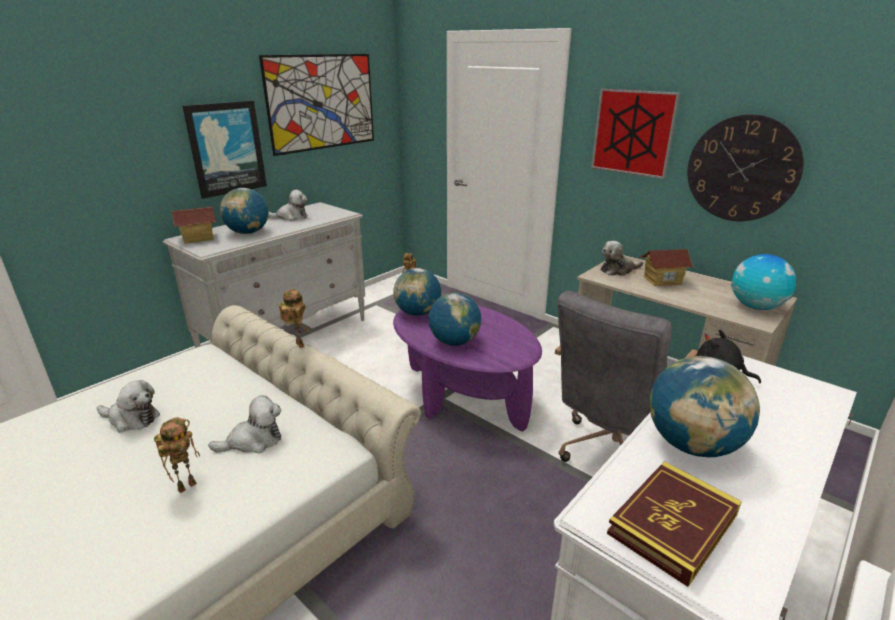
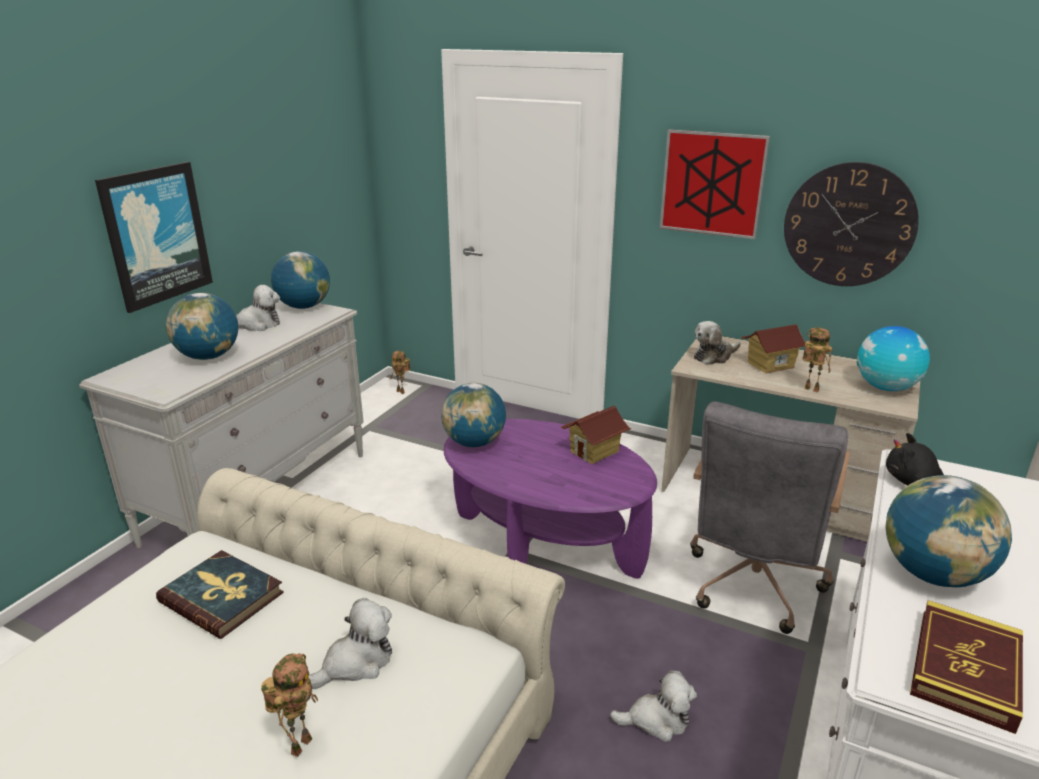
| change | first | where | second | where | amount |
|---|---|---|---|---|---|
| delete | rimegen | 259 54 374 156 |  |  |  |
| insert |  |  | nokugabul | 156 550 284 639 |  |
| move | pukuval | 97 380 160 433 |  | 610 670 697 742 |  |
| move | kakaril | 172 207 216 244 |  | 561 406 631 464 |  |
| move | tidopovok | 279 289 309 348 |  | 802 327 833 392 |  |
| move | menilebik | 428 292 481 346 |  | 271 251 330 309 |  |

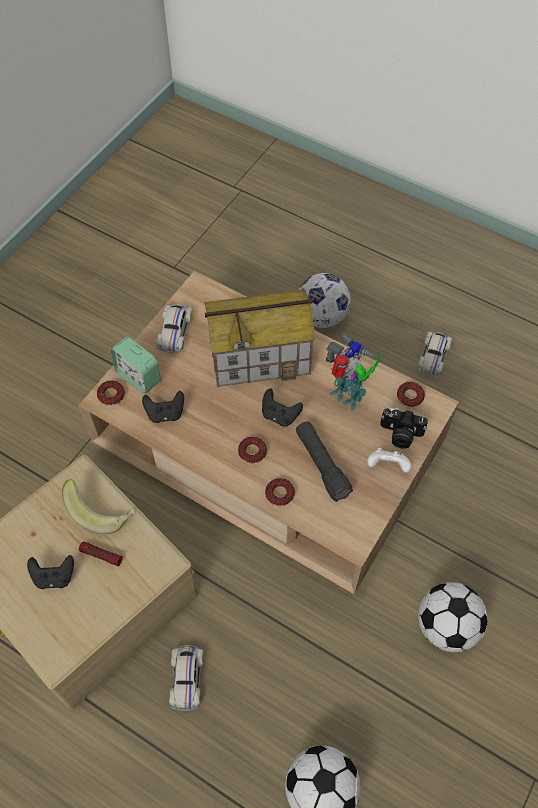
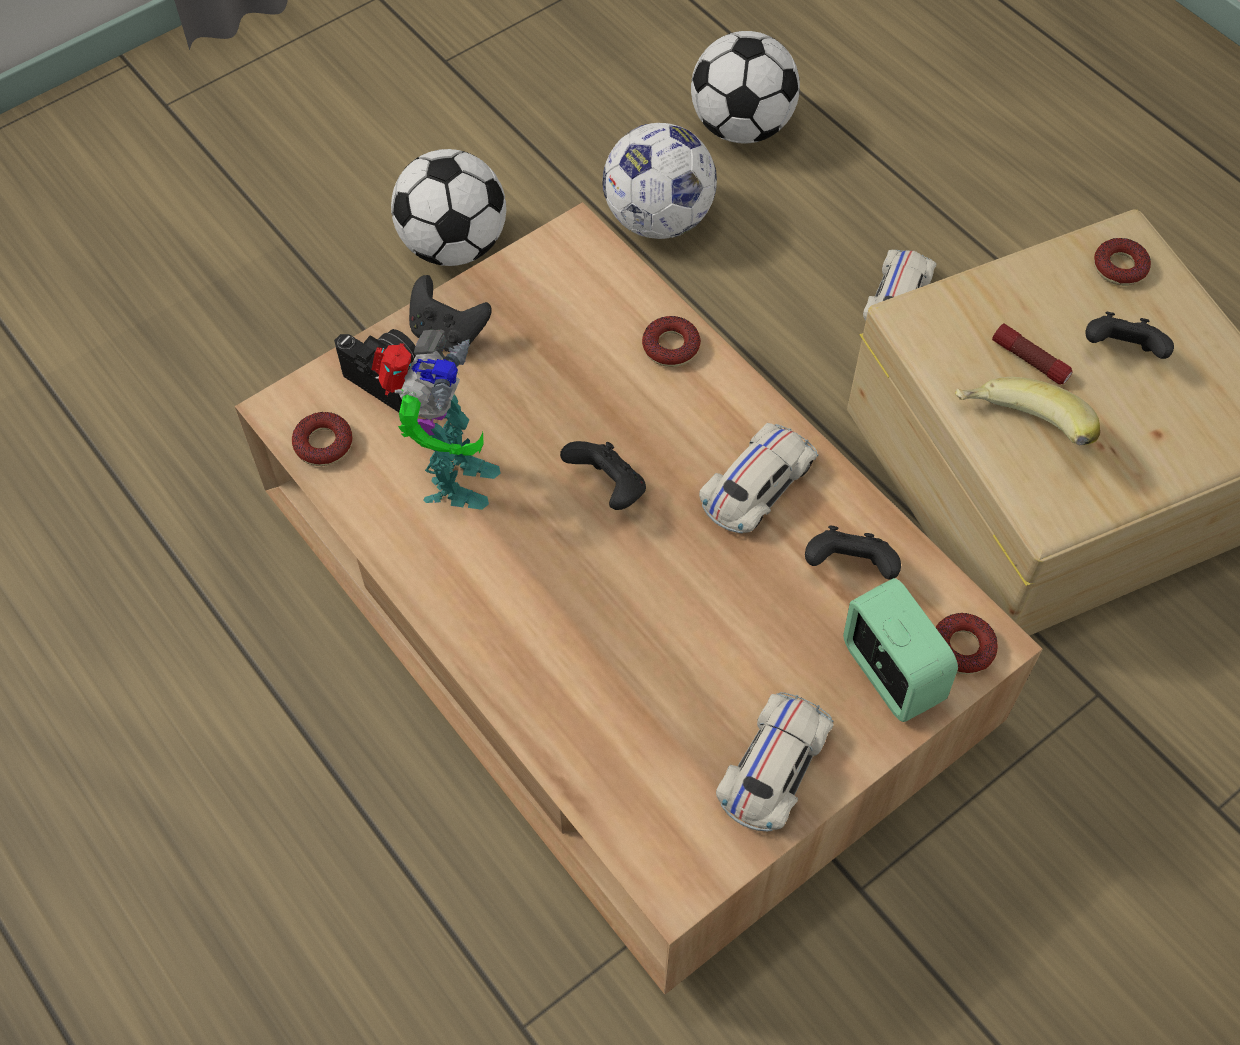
| change | first | where | second | where | amount |
|---|---|---|---|---|---|
| delete | kakaril | 204 290 316 387 |  |  |  |
| delete | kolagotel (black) | 296 422 353 502 |  |  |  |
| move | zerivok | 238 437 267 463 |  | 1094 238 1151 286 |  |
| move | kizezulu | 298 273 351 328 |  | 602 123 717 239 |  |
| move | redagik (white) | 418 331 453 376 |  | 699 423 818 533 |  |
| recolor | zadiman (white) | 367 448 411 473 | zadiman (black) | 409 275 492 352 |  |
| rotate | tidopovok | 326 334 380 411 |  | 371 329 501 510 | 135 degrees counterclockwise |

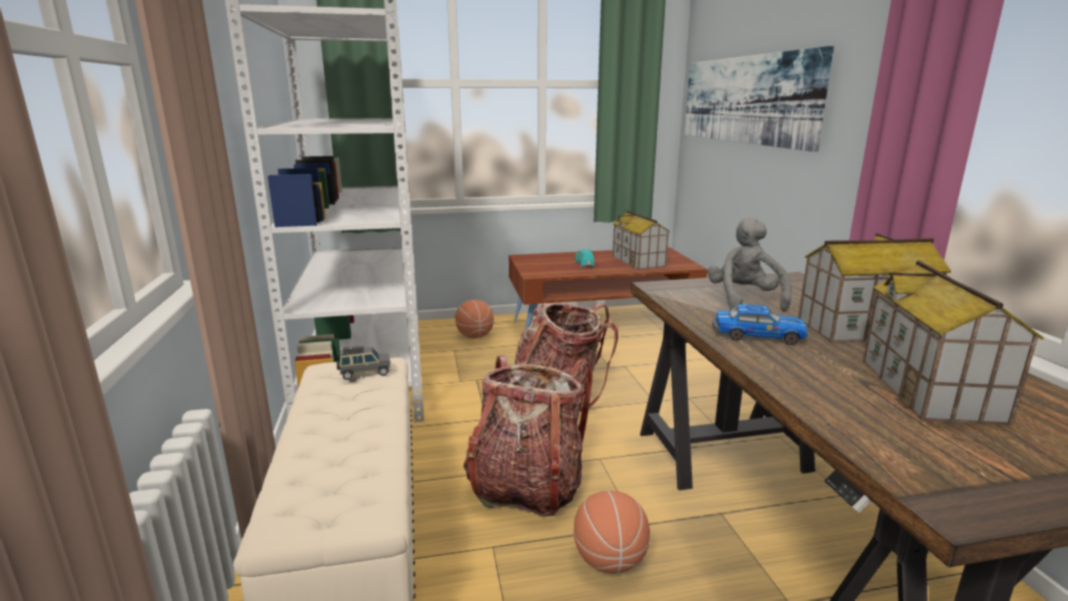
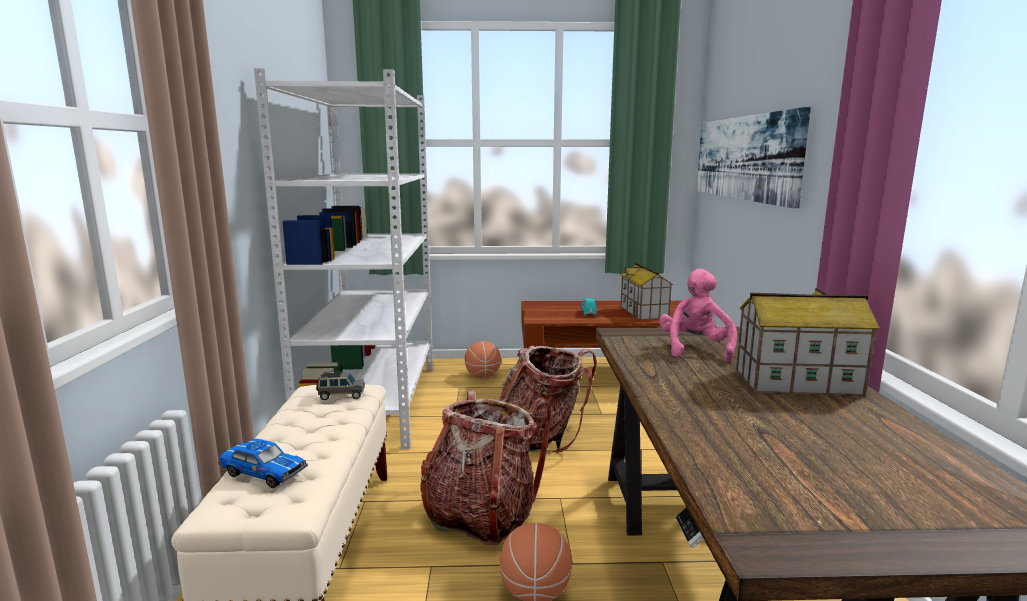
| change | first | where | second | where | amount |
|---|---|---|---|---|---|
| delete | kakaril | 863 260 1044 425 |  |  |  |
| move | redagik | 712 304 809 345 |  | 218 439 308 488 |  |
| recolor | pukuval (grey) | 707 217 791 312 | pukuval (pink) | 659 269 737 362 |  |

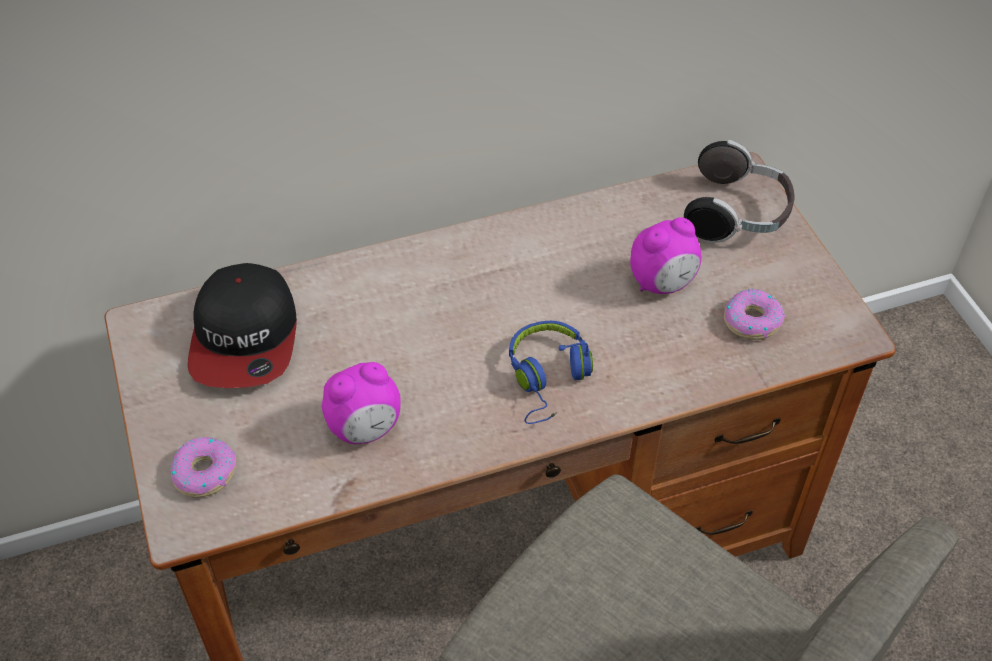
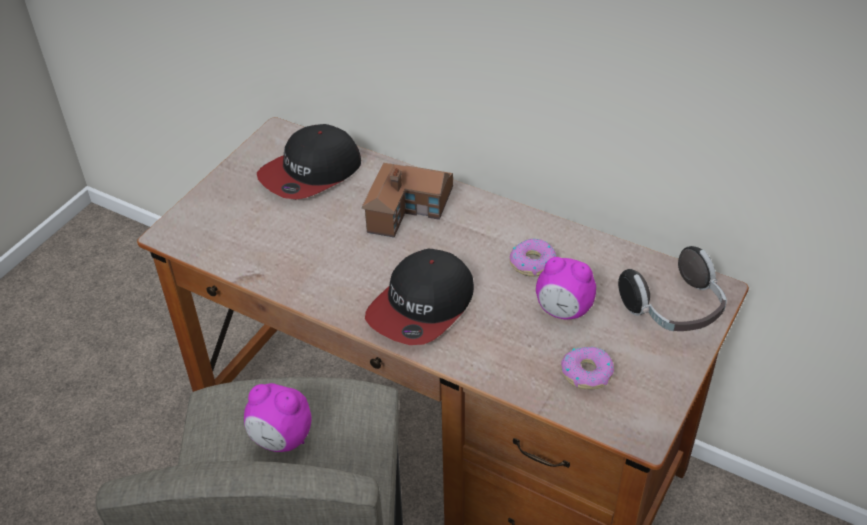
| change | first | where | second | where | amount |
|---|---|---|---|---|---|
| insert |  |  | kakaril | 362 163 453 237 |  |
| move | zerivok | 170 437 236 497 |  | 509 238 556 277 |  |
| move | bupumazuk | 322 362 401 444 |  | 244 383 312 452 |  |
| replace | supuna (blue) | 509 321 593 424 | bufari | 365 249 474 345 |  |

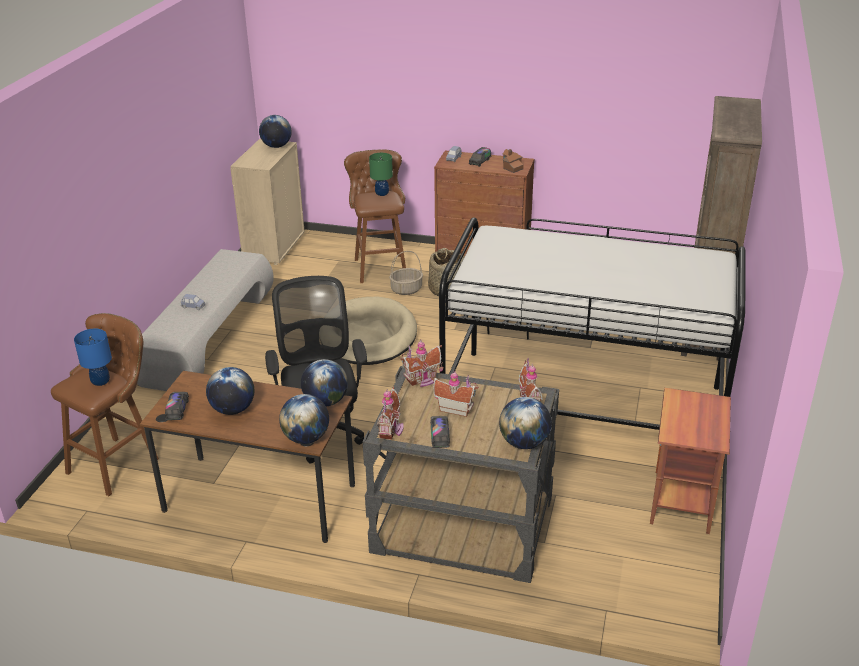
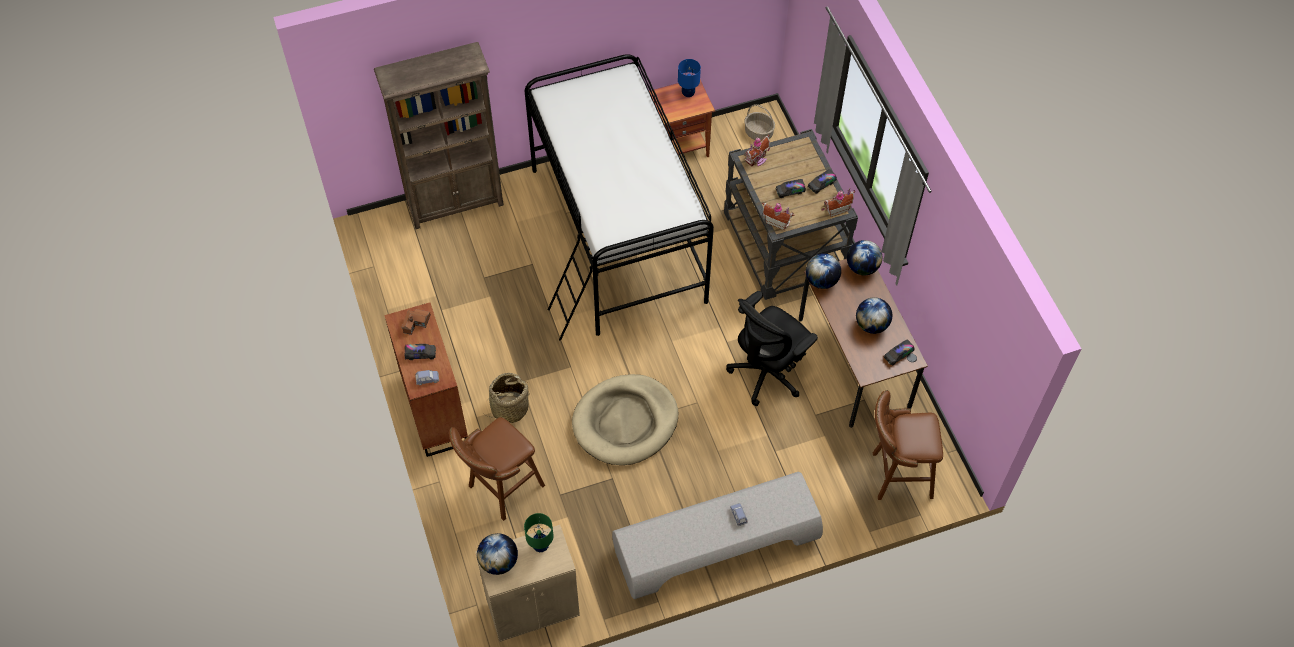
| change | first | where | second | where | amount |
|---|---|---|---|---|---|
| delete | menilebik | 499 397 552 449 |  |  |  |
| move | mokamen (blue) | 74 329 112 386 |  | 678 59 701 97 |  |
| move | mokamen (green) | 369 153 393 196 |  | 524 513 553 552 |  |
| move | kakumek | 389 251 423 295 |  | 744 104 775 140 |  |
| replace | kakaril | 431 370 478 417 | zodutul | 776 179 806 198 |  |

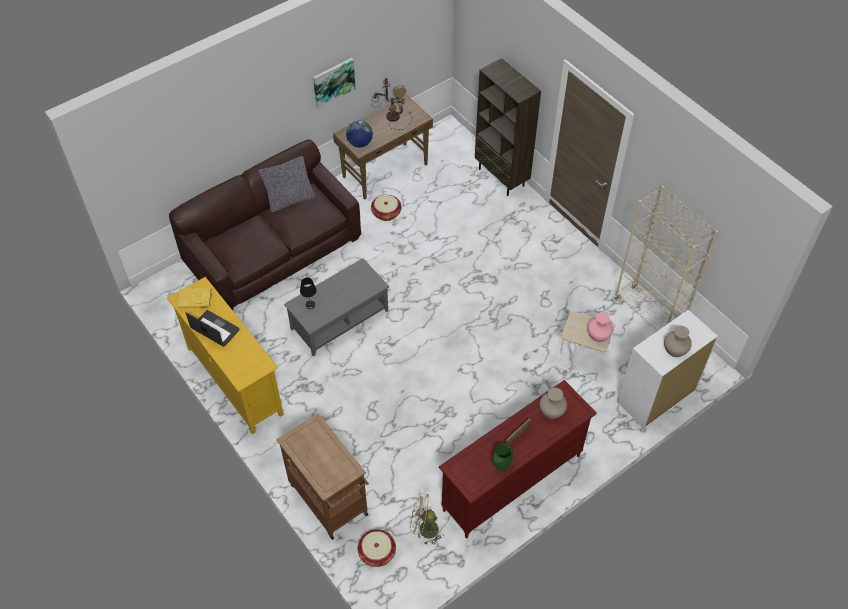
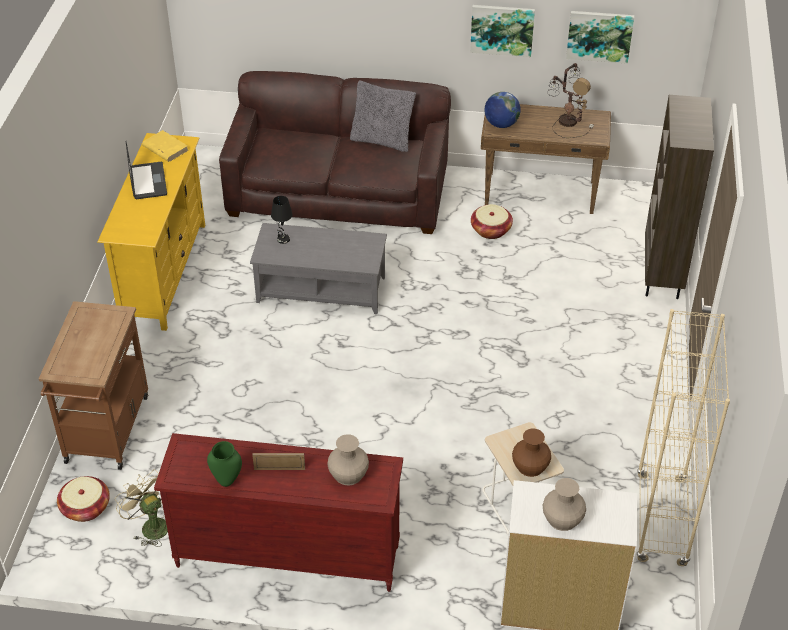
| change | first | where | second | where | amount |
|---|---|---|---|---|---|
| insert |  |  | rimegen | 566 11 634 64 |  |
| recolor | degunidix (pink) | 587 312 613 342 | degunidix (brown) | 512 429 551 477 |  |

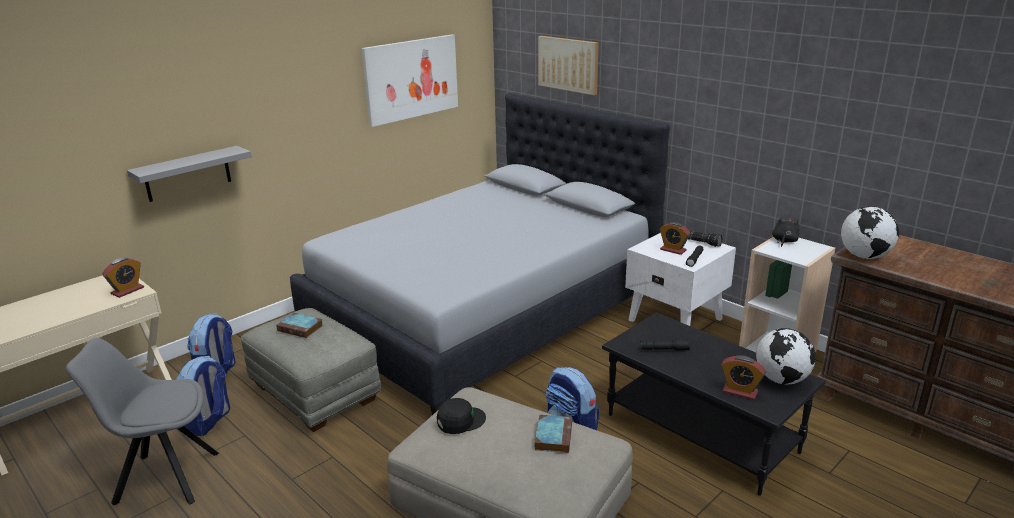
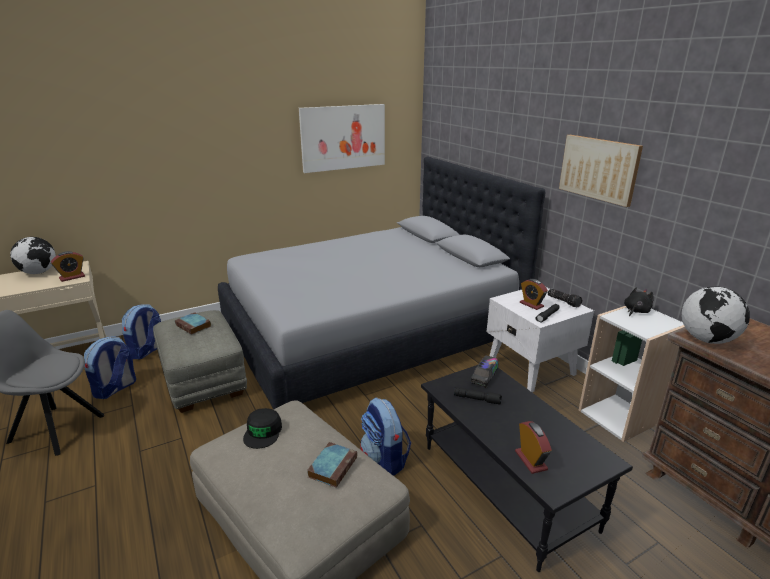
| change | first | where | second | where | amount |
|---|---|---|---|---|---|
| delete | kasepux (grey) | 127 146 252 202 |  |  |  |
| insert |  |  | zodutul | 470 355 498 388 |  |
| move | rimegen | 538 36 599 95 |  | 559 135 643 207 |  |
| move | menilebik | 756 328 816 385 |  | 10 237 56 274 |  |
| rotate | bufari (black) | 437 398 486 434 |  | 243 408 282 449 | 105 degrees clockwise |
| rotate | bupumazuk | 721 355 766 400 |  | 515 421 552 474 | 150 degrees counterclockwise |

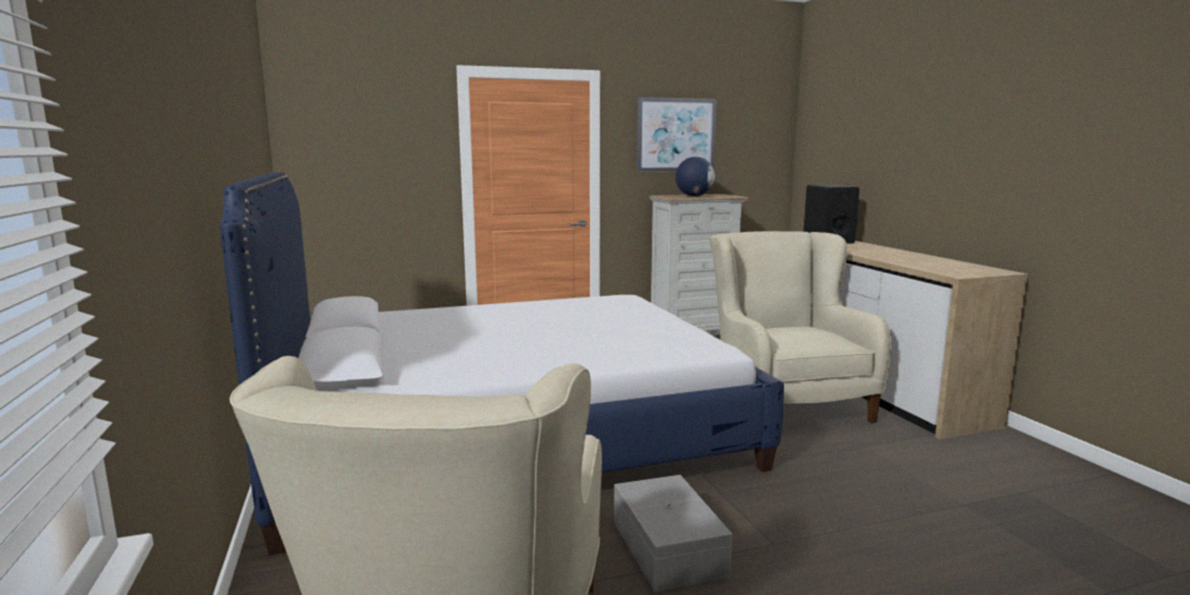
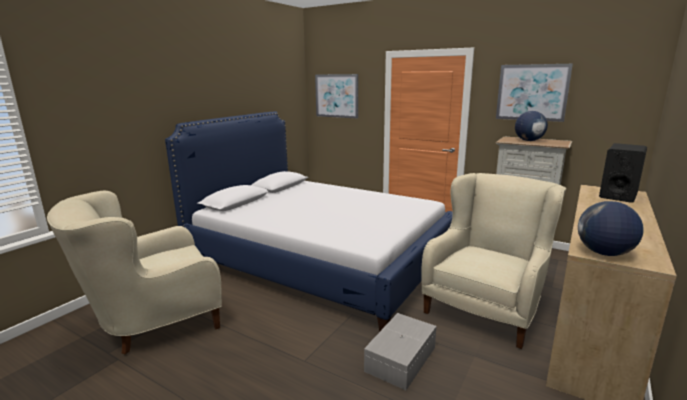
| change | first | where | second | where | amount |
|---|---|---|---|---|---|
| insert |  |  | rimegen | 315 74 358 118 |  |
| insert |  |  | menilebik | 578 201 644 256 |  |
| move | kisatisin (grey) | 614 475 732 592 |  | 364 313 436 390 |  |

